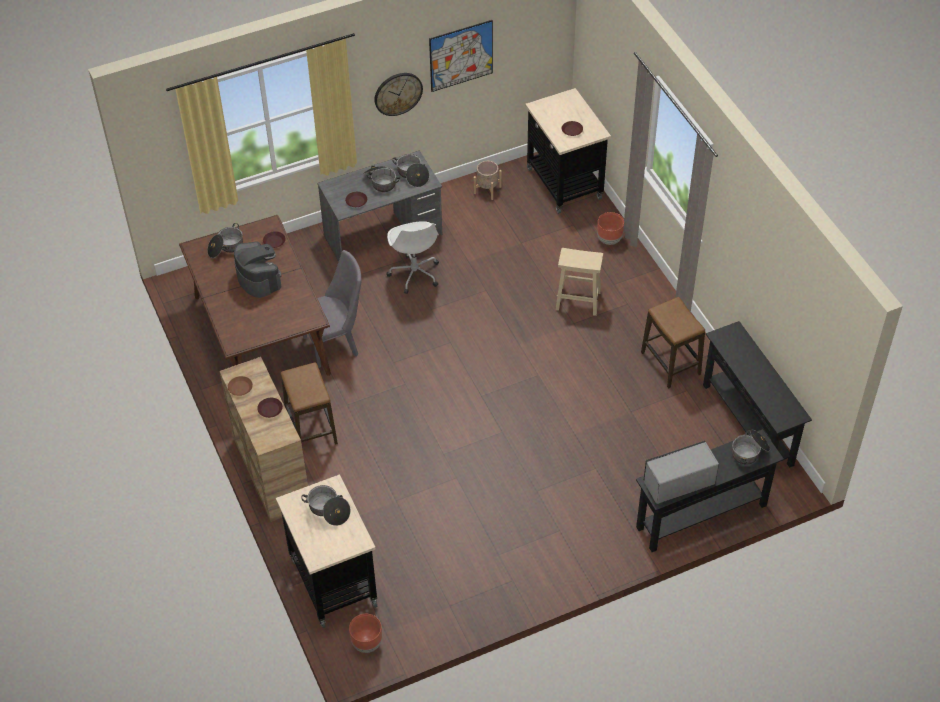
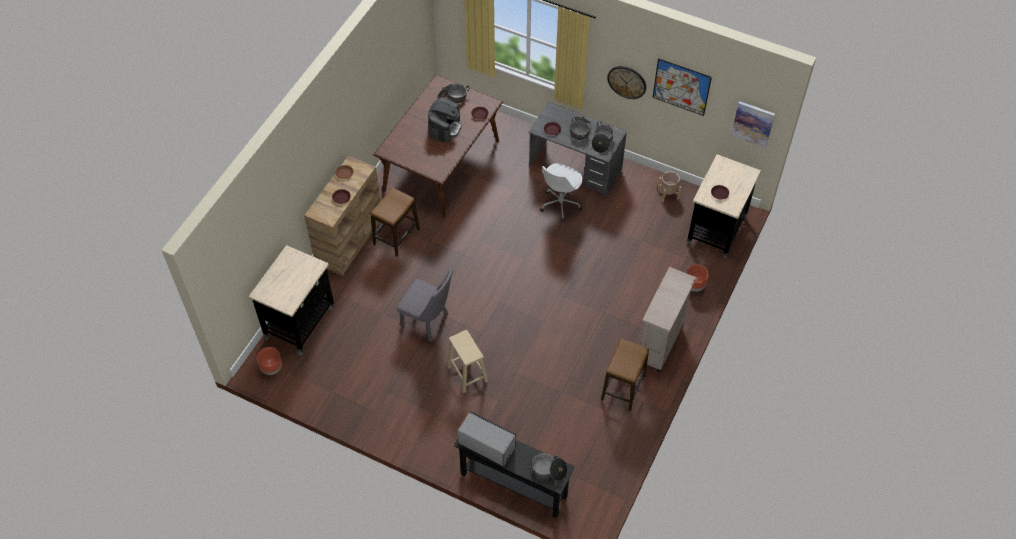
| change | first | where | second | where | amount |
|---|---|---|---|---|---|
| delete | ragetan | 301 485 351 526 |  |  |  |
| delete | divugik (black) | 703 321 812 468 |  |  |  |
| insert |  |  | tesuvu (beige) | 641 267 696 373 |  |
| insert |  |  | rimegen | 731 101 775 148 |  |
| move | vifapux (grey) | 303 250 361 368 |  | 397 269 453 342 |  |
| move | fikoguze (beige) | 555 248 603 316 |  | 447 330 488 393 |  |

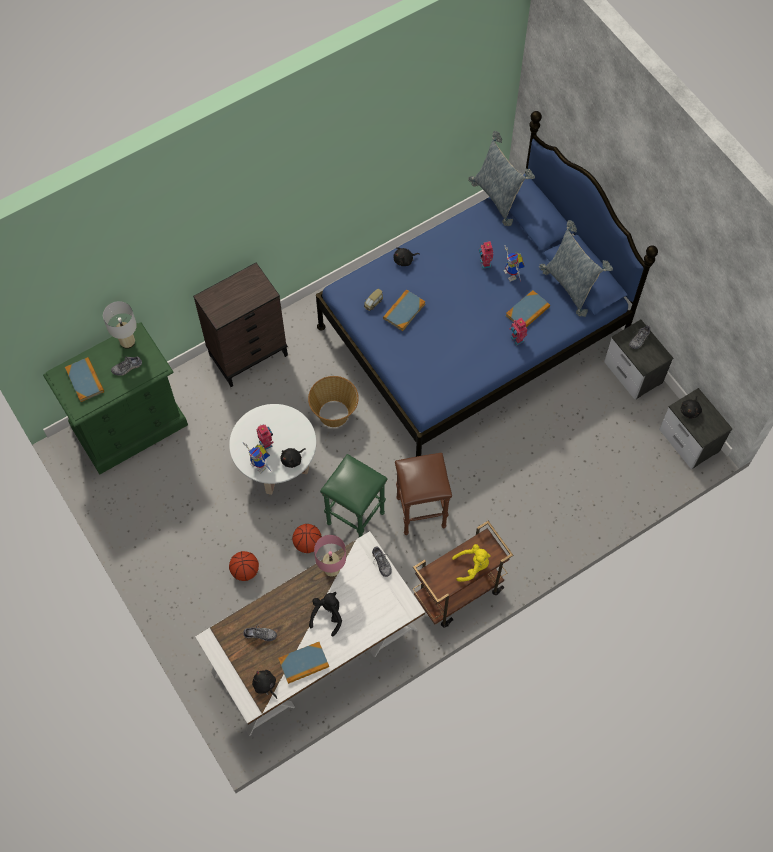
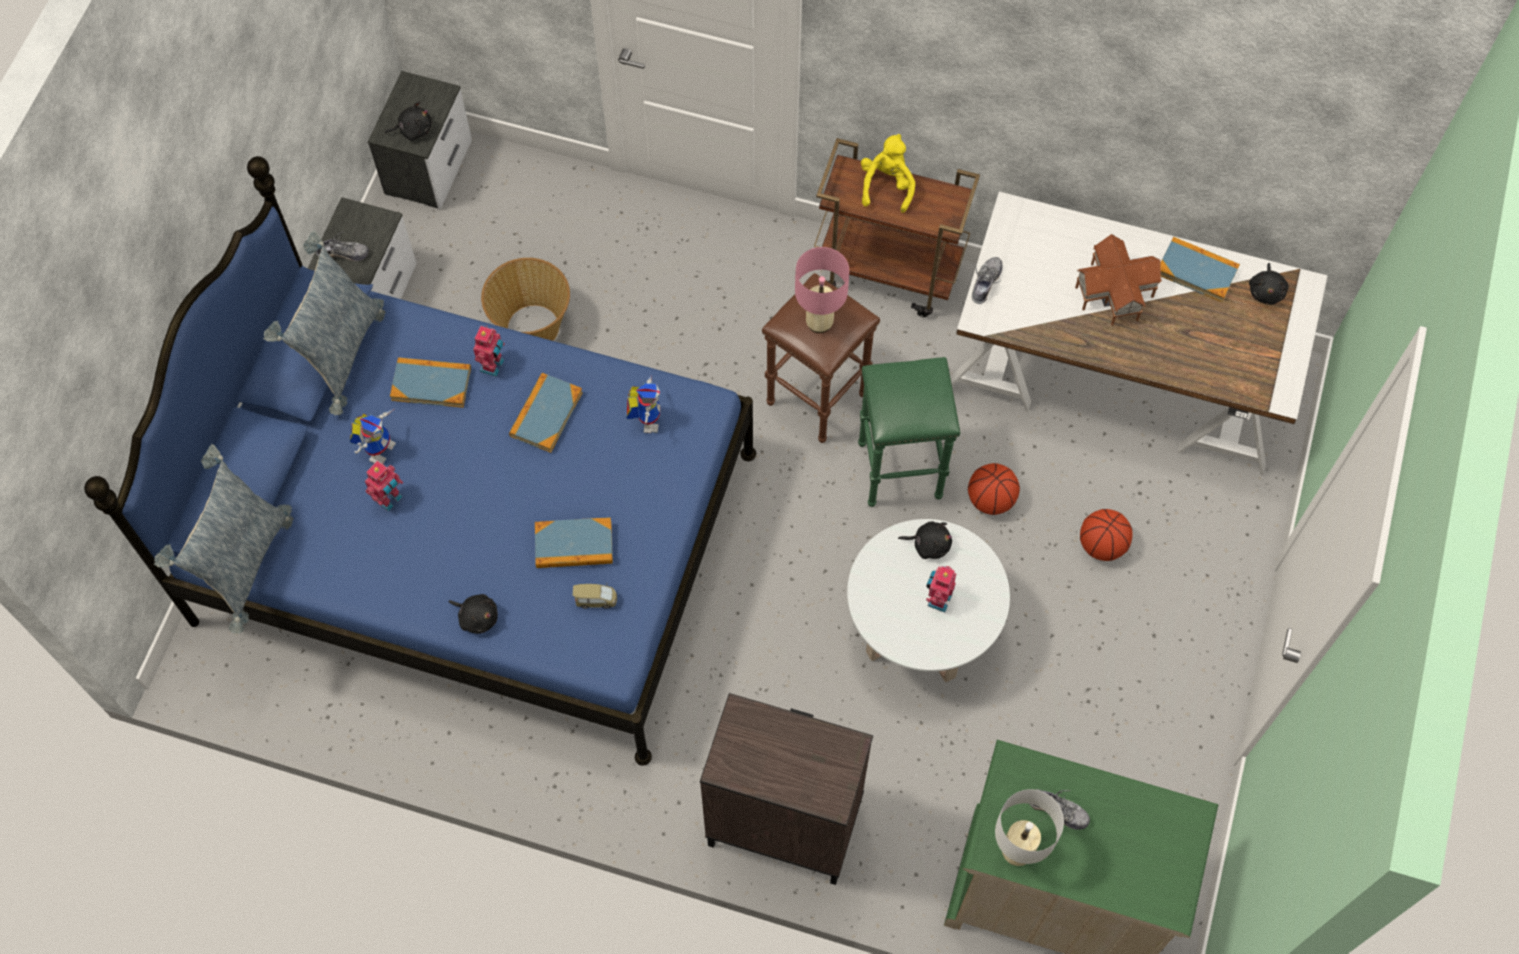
| change | first | where | second | where | amount |
|---|---|---|---|---|---|
| delete | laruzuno | 243 623 277 641 |  |  |  |
| move | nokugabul | 65 357 104 402 |  | 509 373 583 453 |  |
| move | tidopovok | 243 442 272 473 |  | 626 376 660 433 |  |
| move | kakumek | 308 376 359 427 |  | 481 258 570 341 |  |
| move | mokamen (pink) | 314 535 346 577 |  | 795 247 849 333 |  |
| replace | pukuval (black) | 309 592 342 636 | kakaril | 1075 234 1162 326 |  |
| rotate | pukuval (yellow) | 452 544 491 582 |  | 861 134 915 213 | 60 degrees clockwise |

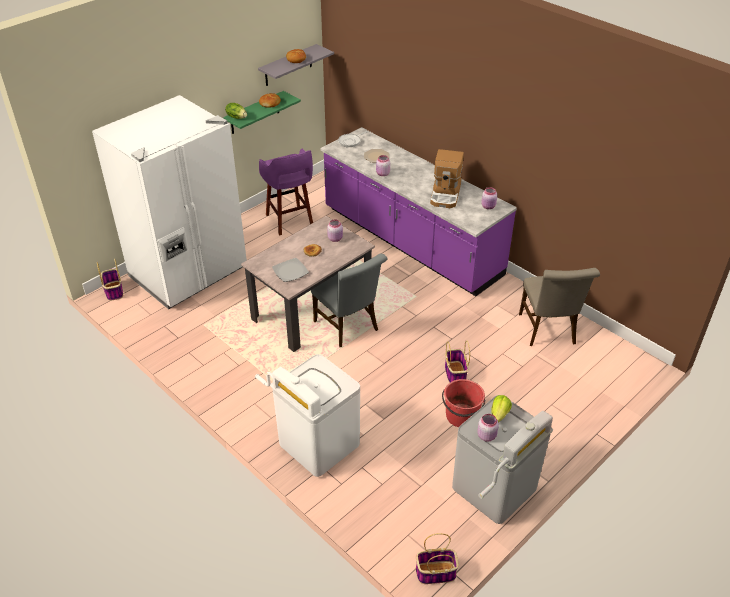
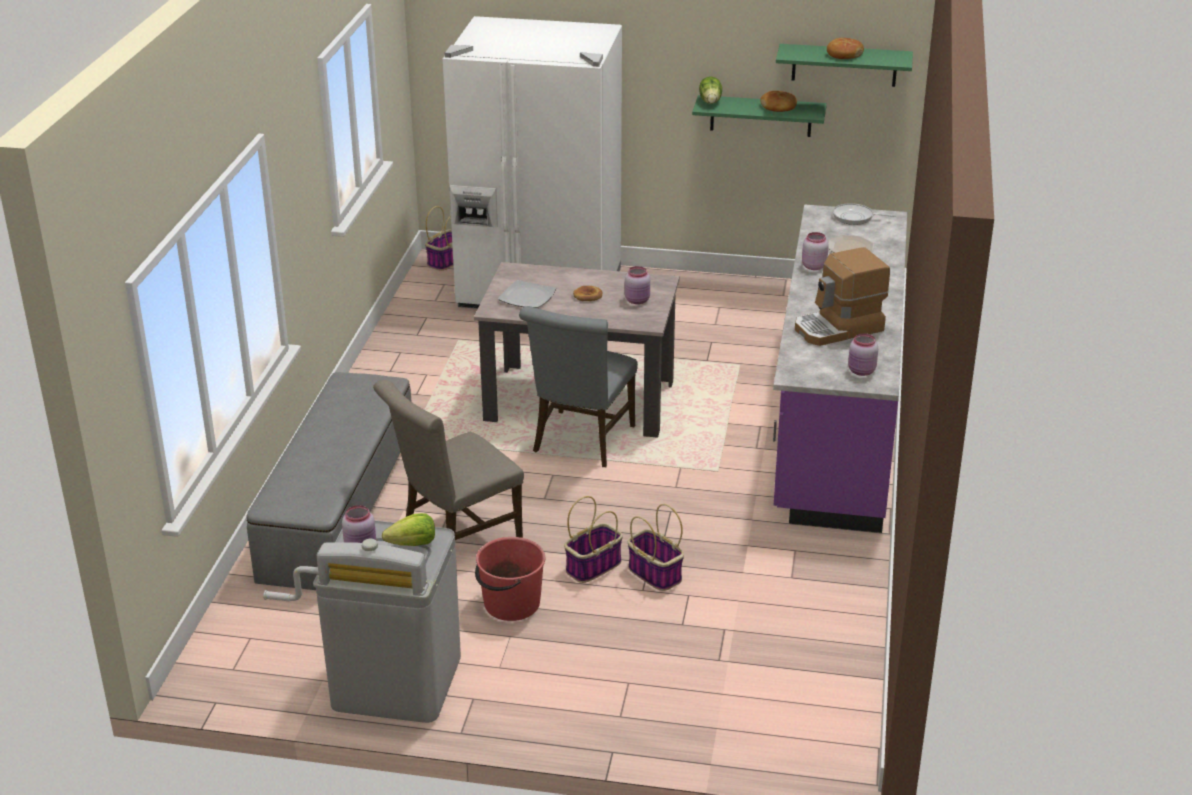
| change | first | where | second | where | amount |
|---|---|---|---|---|---|
| delete | fikoguze (purple) | 259 149 313 235 |  |  |  |
| move | kakumek | 416 533 459 584 |  | 627 504 684 591 |  |
| move | vifapux (beige) | 519 268 600 346 |  | 373 380 524 540 |  |
| replace | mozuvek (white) | 255 354 360 477 | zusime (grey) | 246 372 411 590 |  |
| recolor | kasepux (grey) | 258 44 334 86 | kasepux (green) | 776 44 913 87 |  |

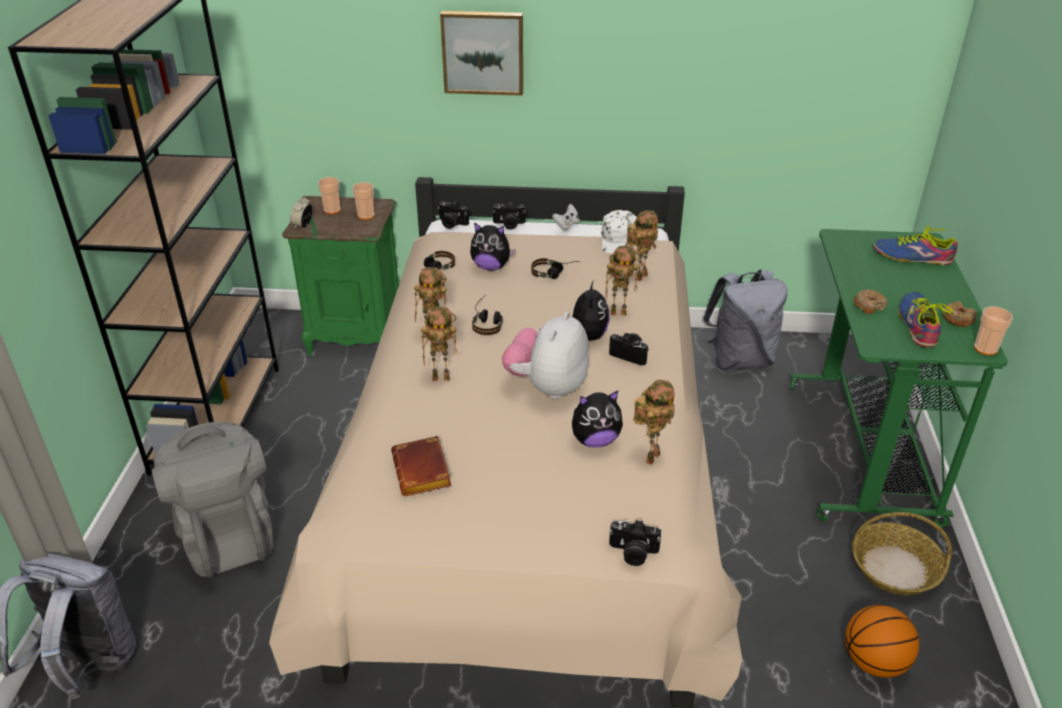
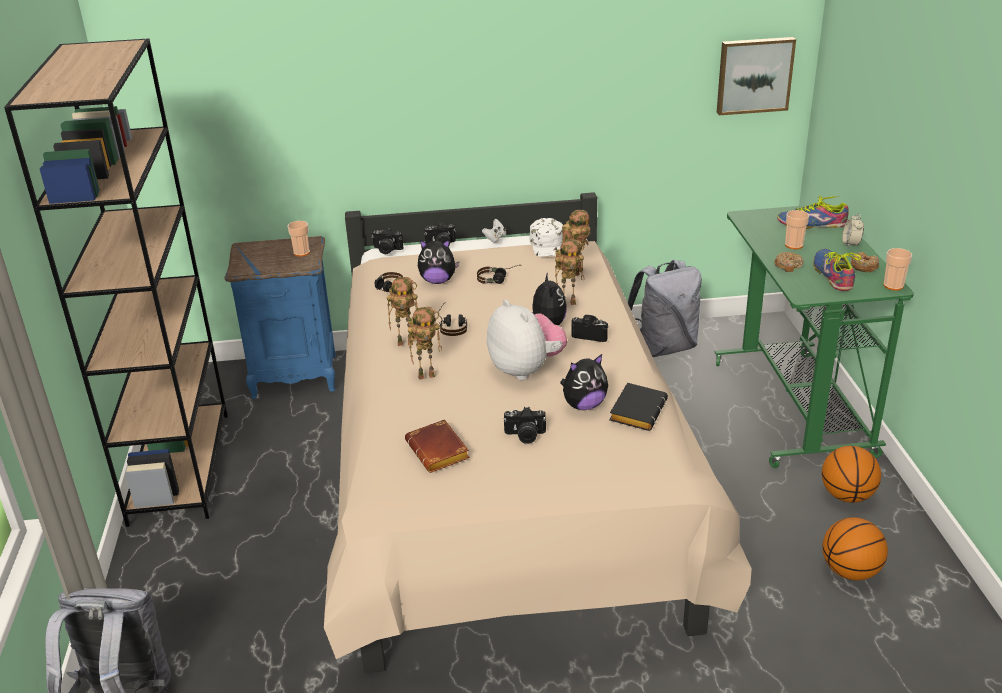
| change | first | where | second | where | amount |
|---|---|---|---|---|---|
| delete | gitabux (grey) | 152 421 273 578 |  |  |  |
| move | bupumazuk | 290 196 313 228 |  | 842 212 864 247 |  |
| move | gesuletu | 318 177 341 214 |  | 785 210 809 249 |  |
| move | rimegen | 440 11 523 96 |  | 717 37 796 115 |  |
| move | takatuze | 609 520 661 566 |  | 503 407 546 444 |  |
| replace | tidopovok | 633 380 675 465 | nokugabul (black) | 609 383 668 431 |  |
| replace | kakumek | 852 512 952 596 | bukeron | 822 446 881 503 |  |
| recolor | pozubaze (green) | 282 196 399 355 | pozubaze (blue) | 224 236 335 399 |  |
| rotate | pukuval | 502 311 589 399 |  | 487 300 567 380 | 135 degrees clockwise |

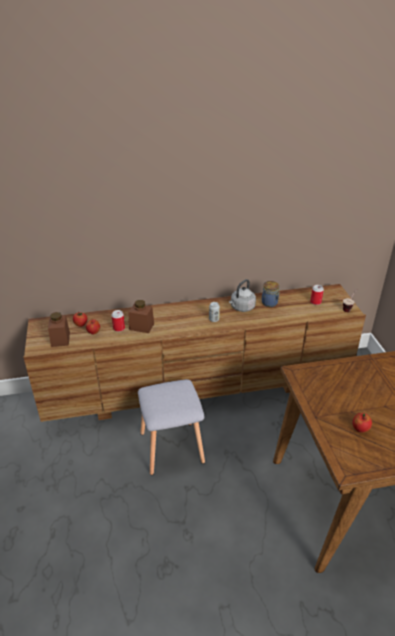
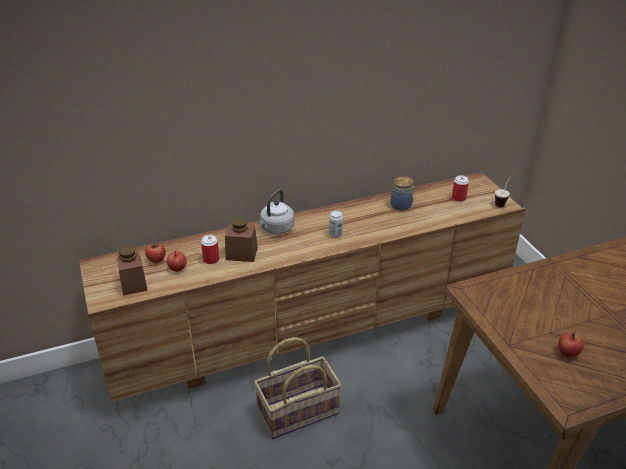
| change | first | where | second | where | amount |
|---|---|---|---|---|---|
| move | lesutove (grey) | 229 279 256 312 |  | 258 190 294 234 |  |
| replace | fikoguze (grey) | 138 379 205 475 | kakumek | 254 337 342 439 |  |

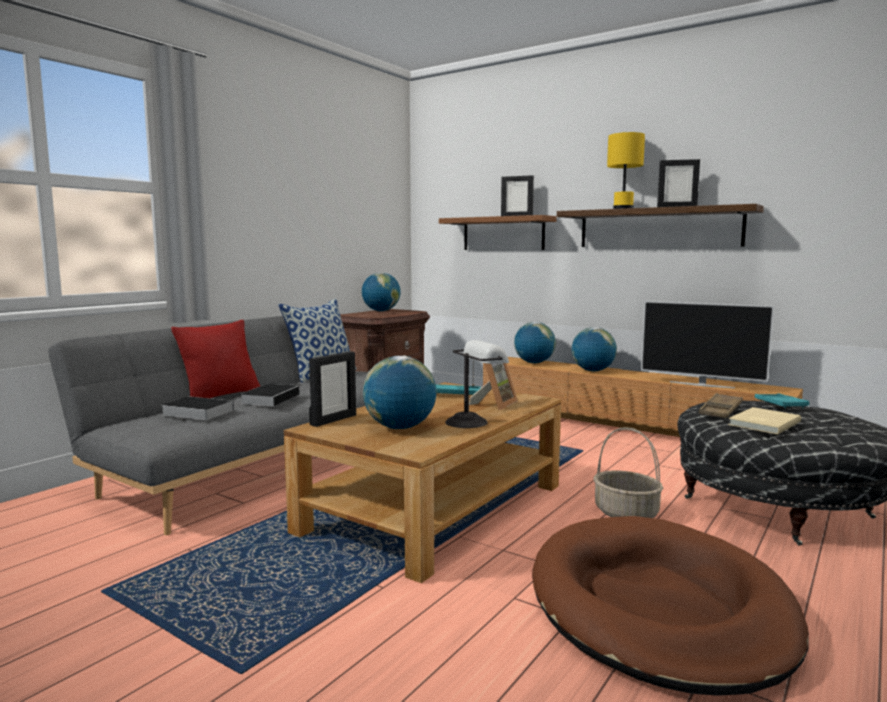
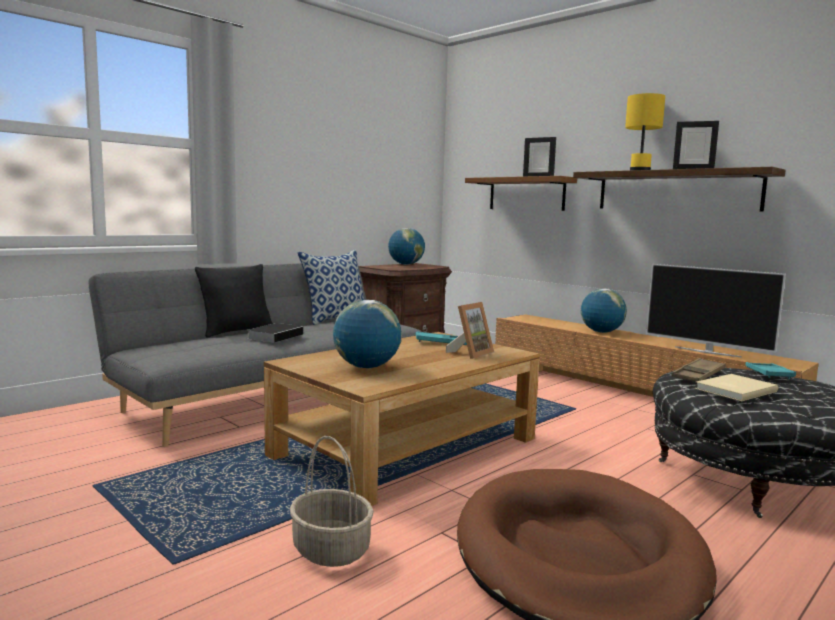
| change | first | where | second | where | amount |
|---|---|---|---|---|---|
| delete | nokugabul | 162 396 234 420 |  |  |  |
| delete | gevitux | 309 351 356 427 |  |  |  |
| delete | mokamen | 445 340 509 428 |  |  |  |
| delete | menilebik | 514 322 556 363 |  |  |  |
| move | kakumek | 593 427 663 518 |  | 290 436 374 567 |  |
| recolor | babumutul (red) | 171 320 260 398 | babumutul (black) | 195 264 273 338 |  |

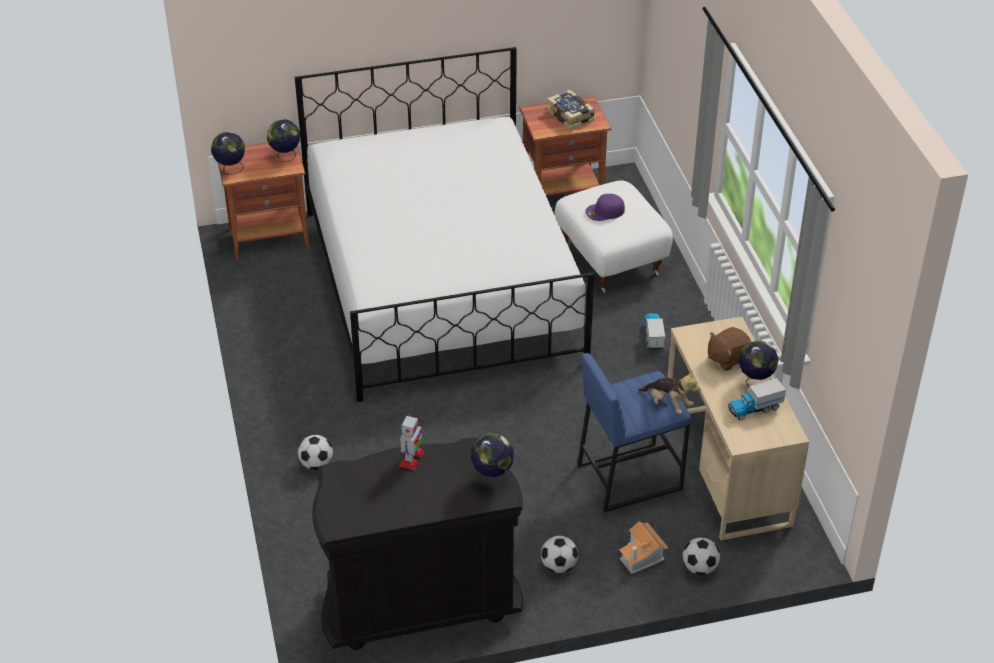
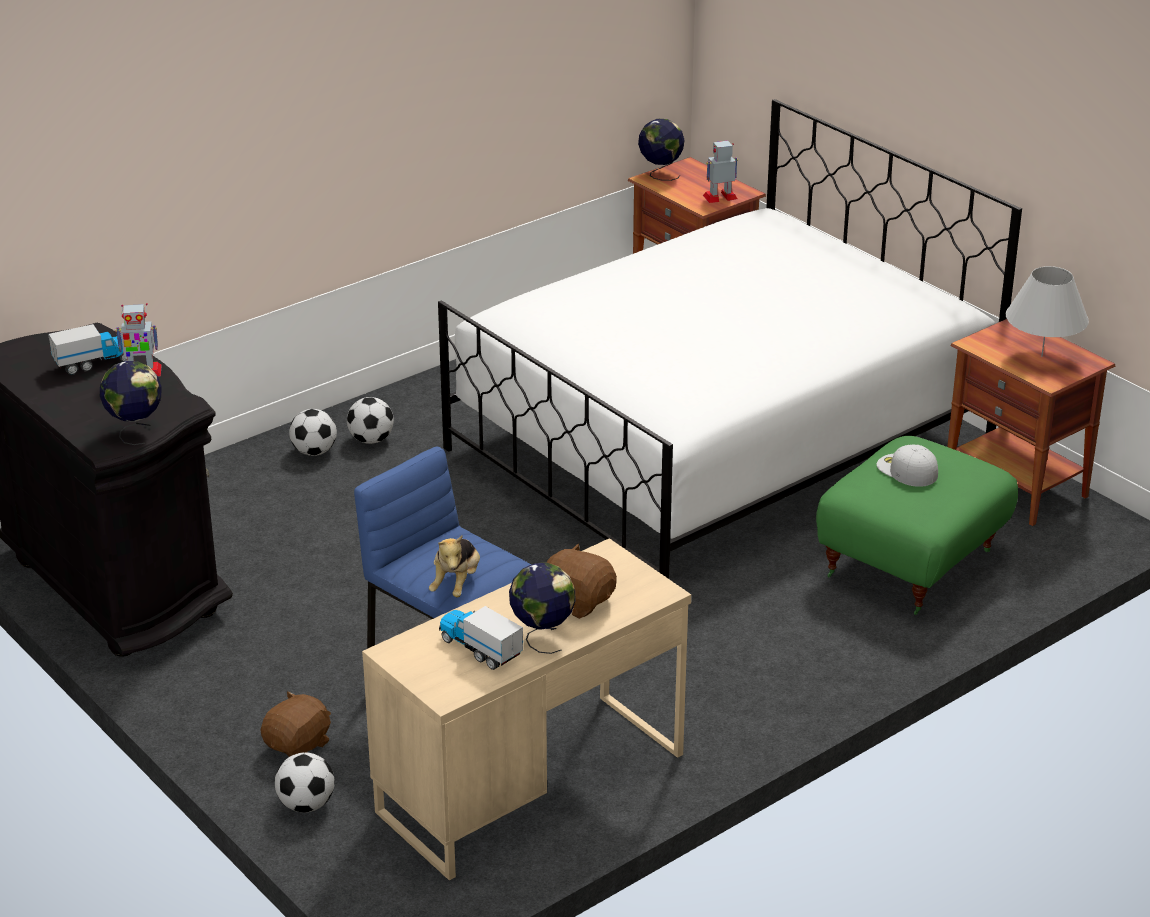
| change | first | where | second | where | amount |
|---|---|---|---|---|---|
| move | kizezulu | 541 536 578 573 |  | 347 397 394 444 |  |
| move | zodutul | 644 313 665 349 |  | 49 324 127 375 |  |
| replace | menilebik | 267 119 300 162 | tidopovok | 703 141 738 203 |  |
| replace | nokugabul | 546 90 595 130 | mokamen (white) | 1006 266 1089 357 |  |
| replace | kakaril | 619 522 668 574 | pukuval (brown) | 261 691 331 757 |  |
| recolor | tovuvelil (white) | 555 180 673 293 | tovuvelil (green) | 816 436 1018 615 |  |
| recolor | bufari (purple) | 585 194 625 221 | bufari (white) | 876 444 938 487 |  |

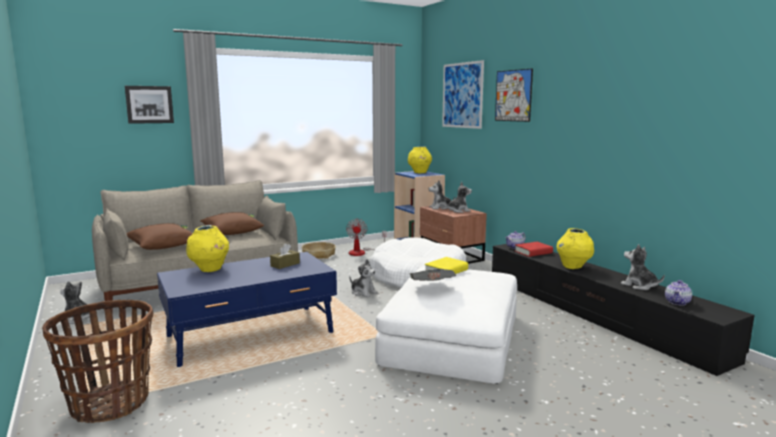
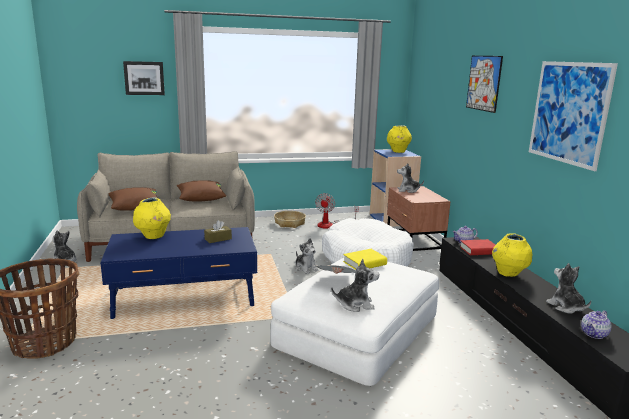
| change | first | where | second | where | amount |
|---|---|---|---|---|---|
| move | rimegen | 442 60 484 129 |  | 529 61 618 171 |  |
| move | pukuval | 445 182 472 213 |  | 331 259 380 312 |  |

